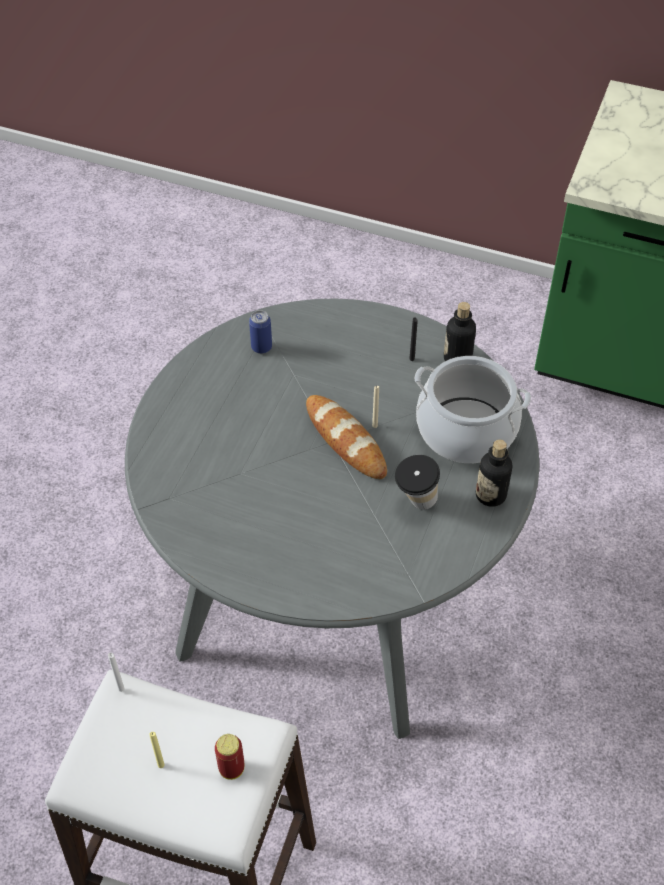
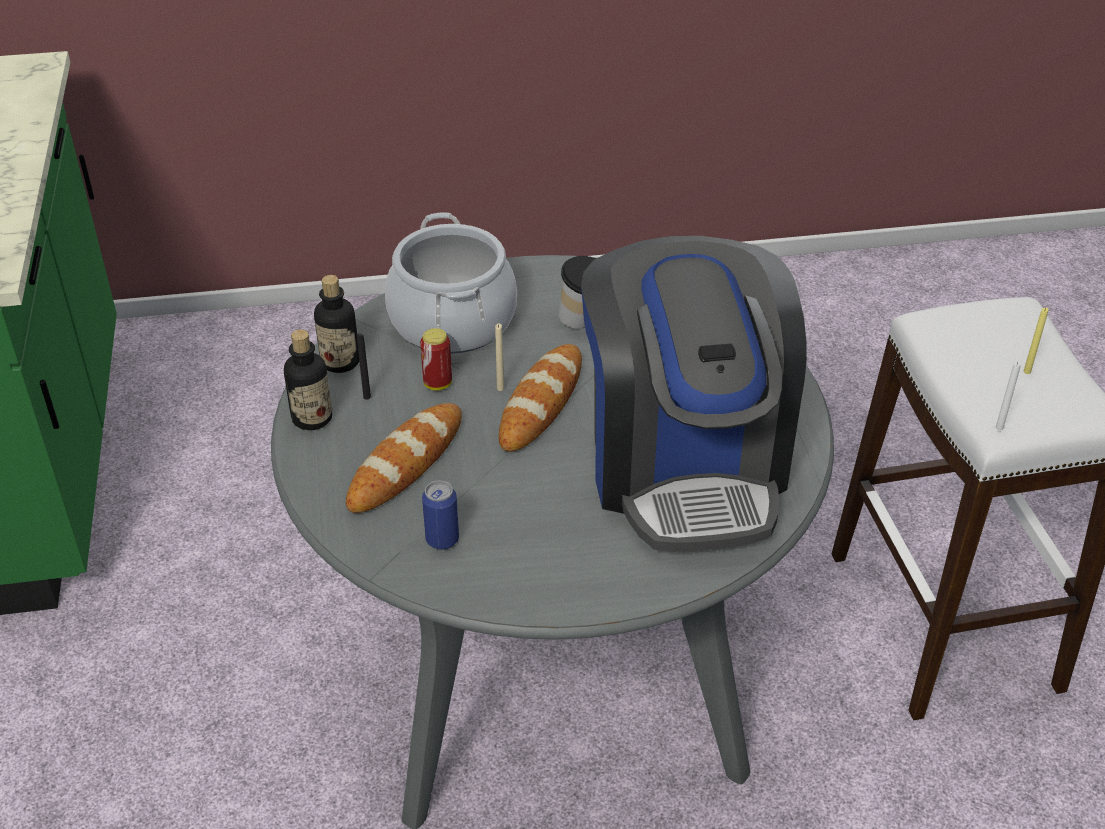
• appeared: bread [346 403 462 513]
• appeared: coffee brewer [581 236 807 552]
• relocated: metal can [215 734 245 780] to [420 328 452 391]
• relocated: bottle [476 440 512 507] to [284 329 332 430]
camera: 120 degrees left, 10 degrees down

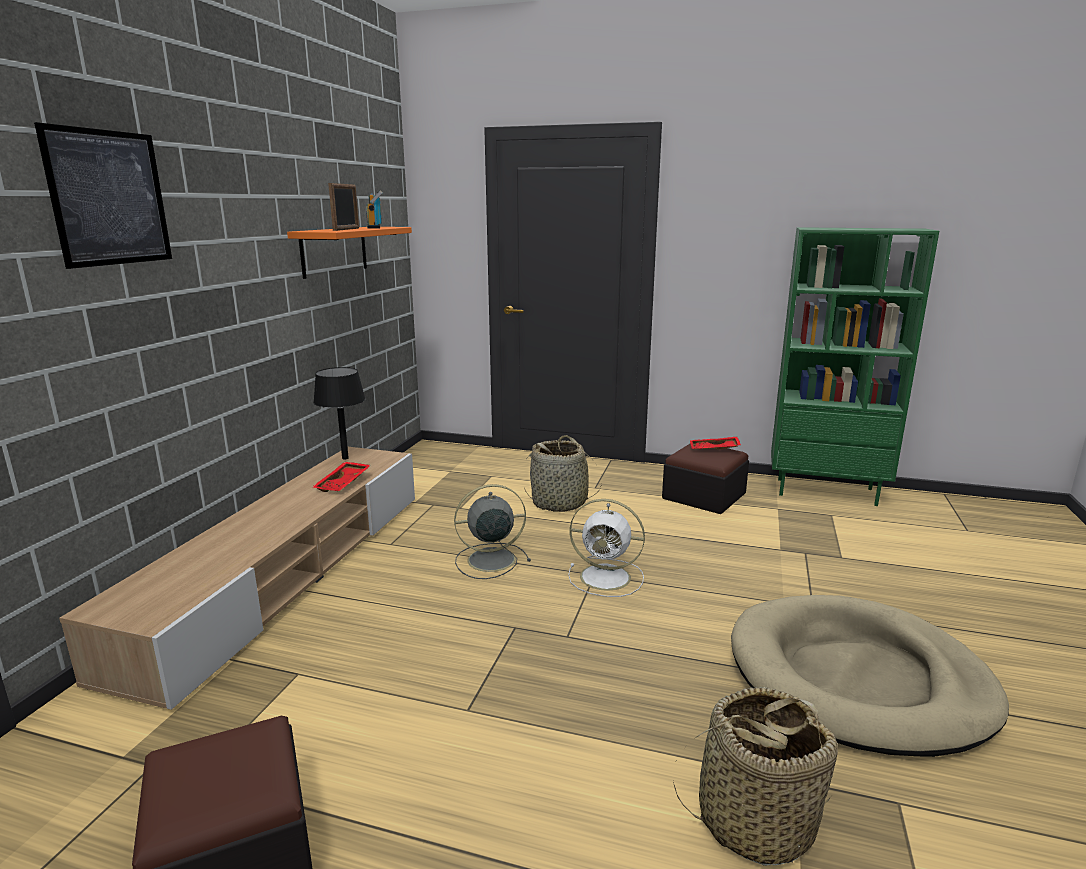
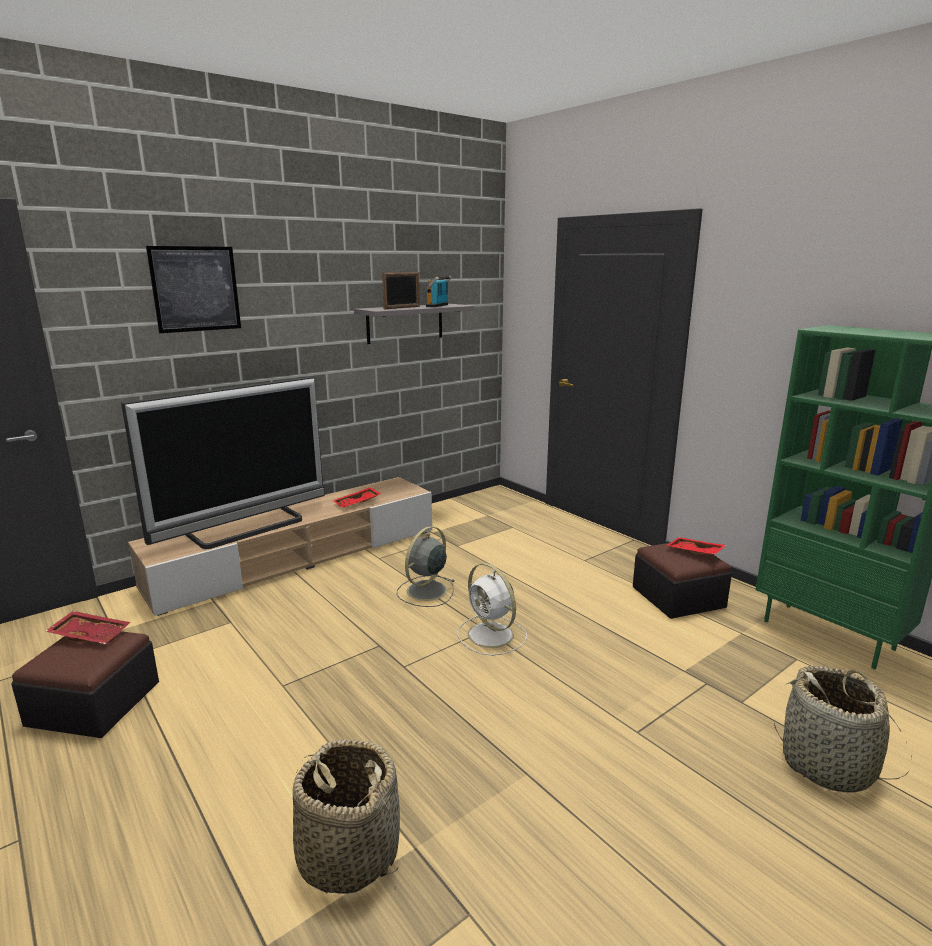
• missing: black tabletop lamp [313 367 366 460]
• missing: beige-coloured dog bed [731 595 1009 757]
• appeared: red tray [45 611 130 644]
• appeared: TV [121 377 325 549]
• relocated: basket [524 435 602 512] to [774 666 912 793]
• colour: orangey wall shelf [287 227 412 279] to grey wall shelf [354 304 474 344]
• spun: grey electric fan [454 484 531 579] = [397 526 454 607] 75 degrees counterclockwise
camera: 35 degrees right, 0 degrees up

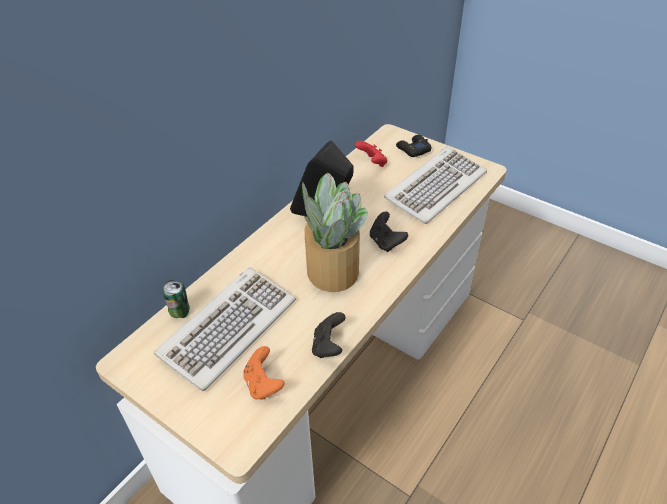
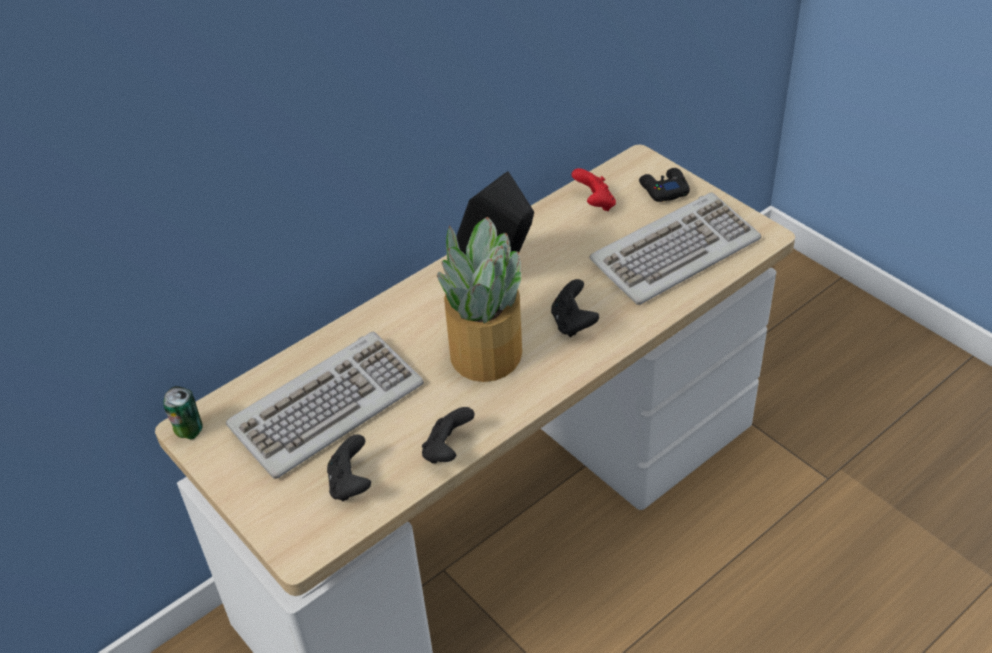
• relocated: metal can [163 280 190 318] to [163 386 203 439]
• colour: orangey joypad [243 346 285 400] to black joypad [327 434 371 501]
camera: 15 degrees right, 0 degrees up

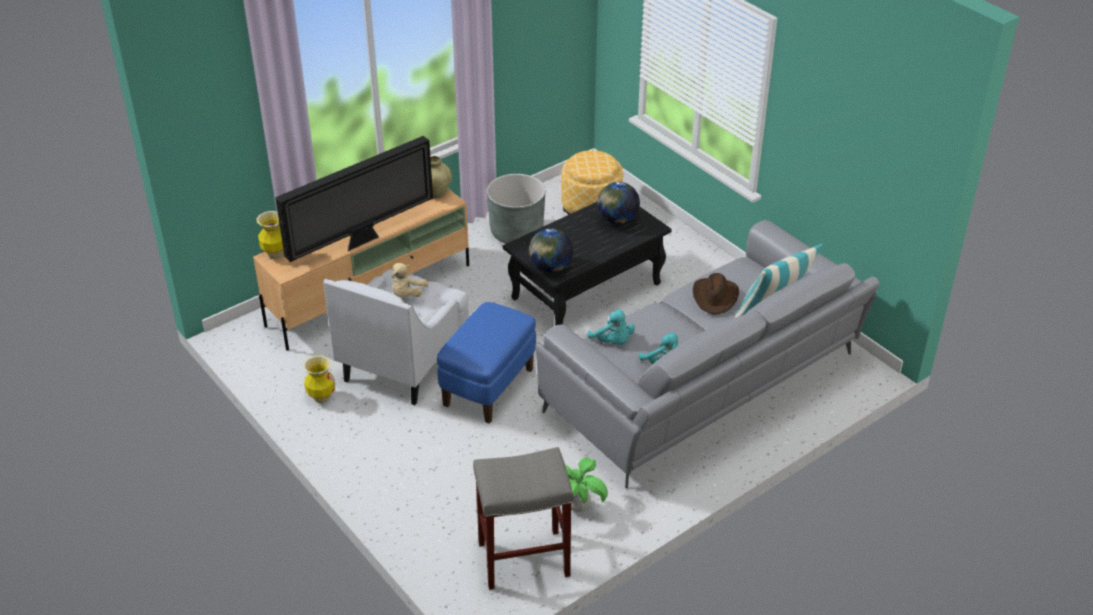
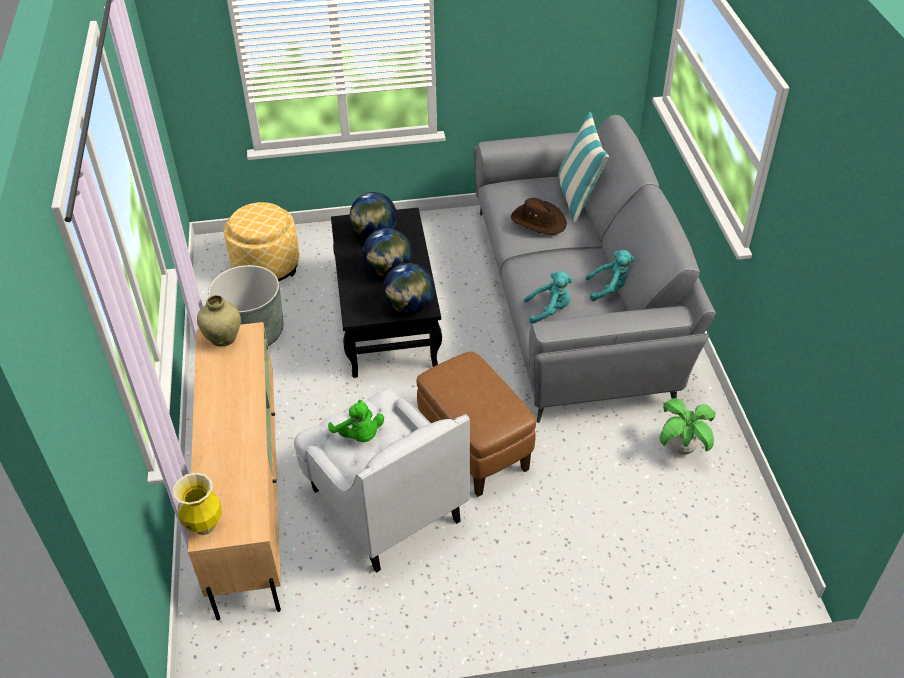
• missing: TV [275 136 433 262]
• missing: decorative vase [303 356 335 403]
• missing: grey stool [473 447 573 590]
• appeared: globe [362 228 412 277]
• colour: beige-coloured cuddly toy [391 263 429 298] to green cuddly toy [328 400 384 442]
• colour: bluish footrest [437 302 536 424] to brown footrest [416 351 536 497]
camera: 60 degrees left, 5 degrees up

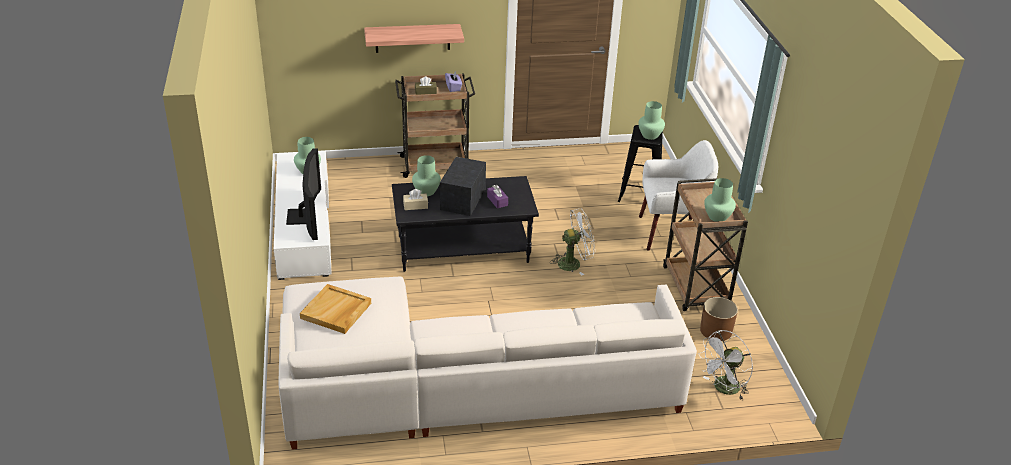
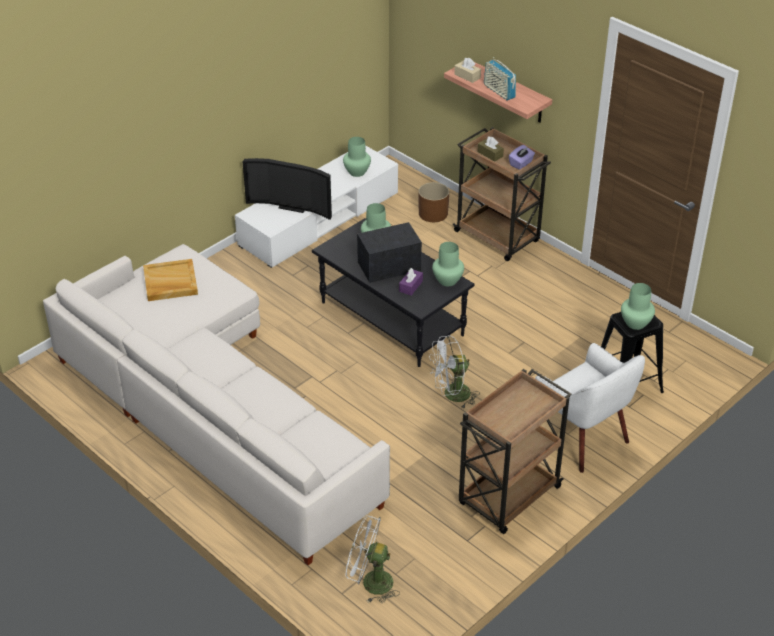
• appeared: radio receiver [484 57 516 101]
• relocated: beige-coloured box of tissues [403 189 428 210] to [454 58 481 83]
• relocated: brown planter [700 297 738 341] to [418 182 449 222]
• relocated: green decorative vase [704 178 736 222] to [432 242 464 286]
• spun: TV [286 148 321 240] = [242 158 332 220] 60 degrees clockwise
• spun: whitish electric fan [550 208 596 275] = [429 335 480 409] 120 degrees clockwise
camera: 55 degrees right, 5 degrees up

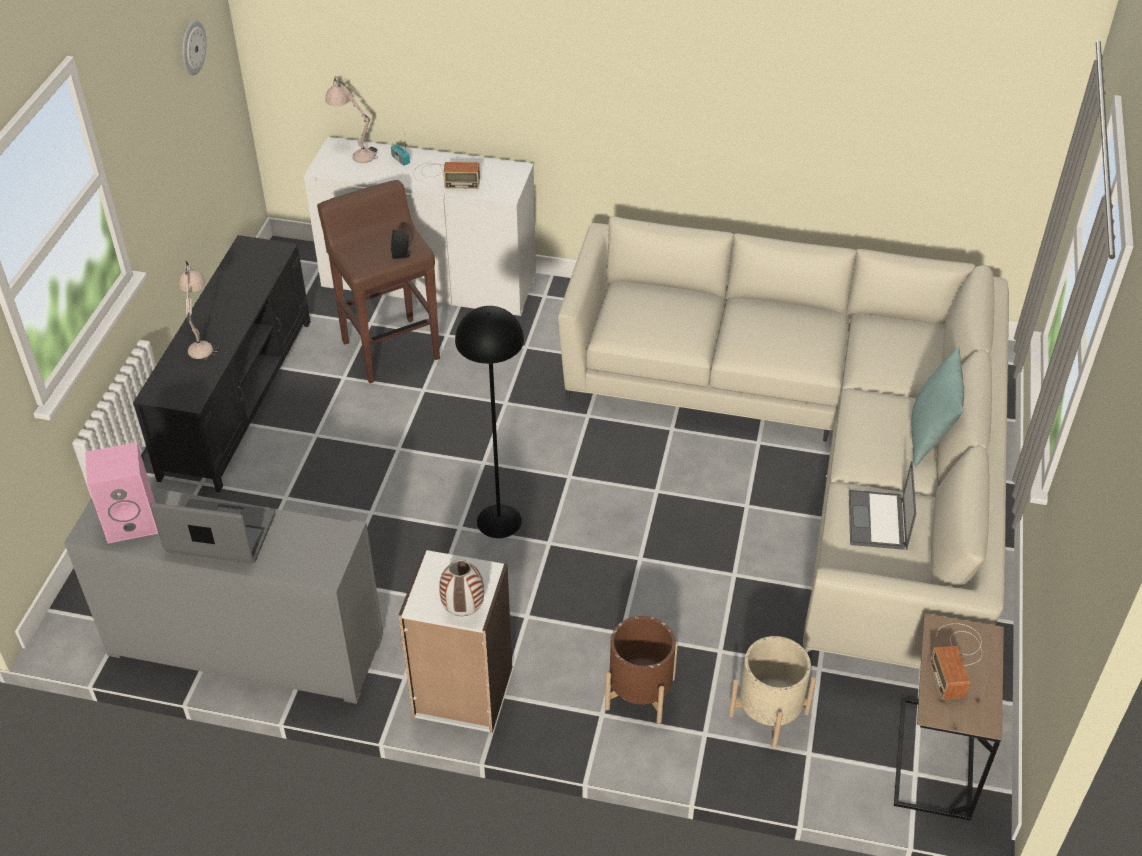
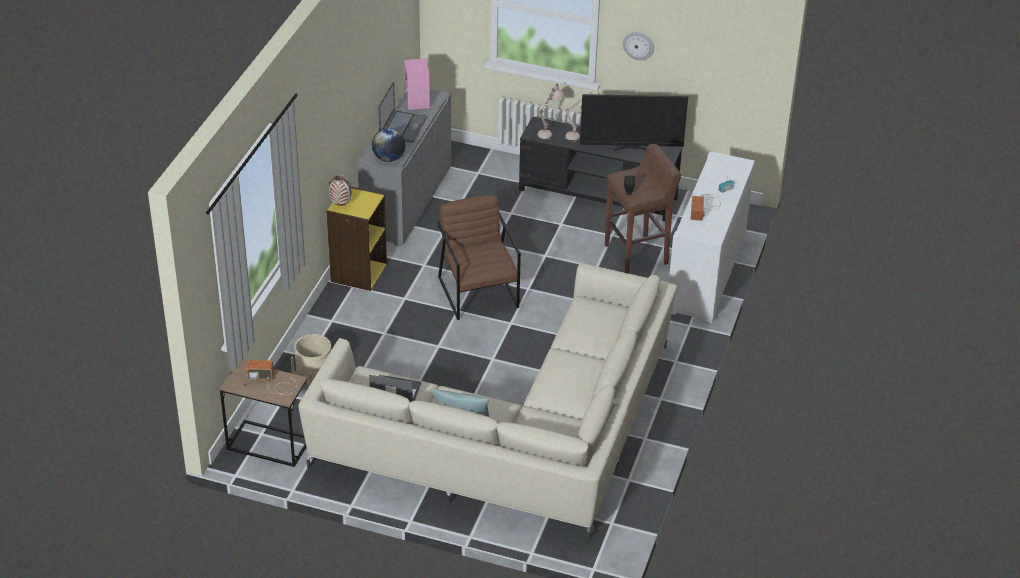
• missing: brown planter [605 616 678 724]
• appeared: globe [372 128 406 162]
• appeared: TV [580 94 688 151]
• relocated: clock on the wall [182 20 207 75] to [622 32 654 60]
• relocated: beige-coloured tabletop lamp [325 76 378 163] to [537 84 565 140]
• exchanged: black standard lamp [455 306 524 538] to brown lounge chair [437 195 521 320]
• colour: whitish bookcase [398 549 512 733] to yellow bookcase [326 187 387 291]
camera: 95 degrees right, 5 degrees down

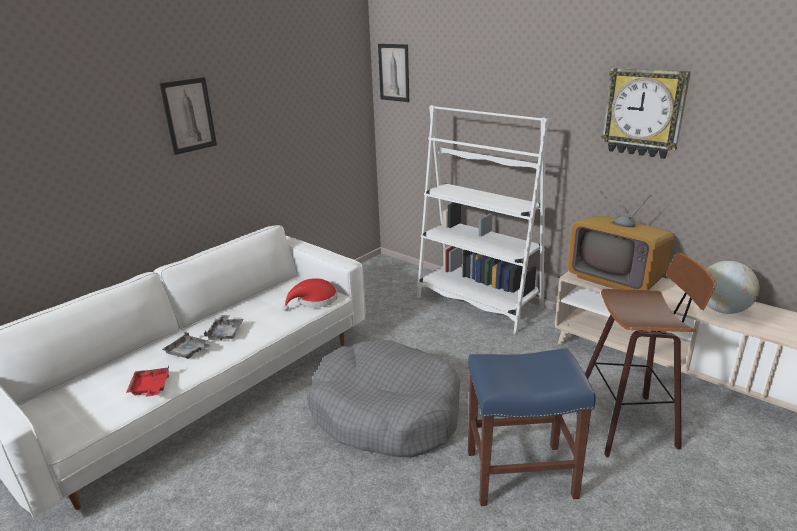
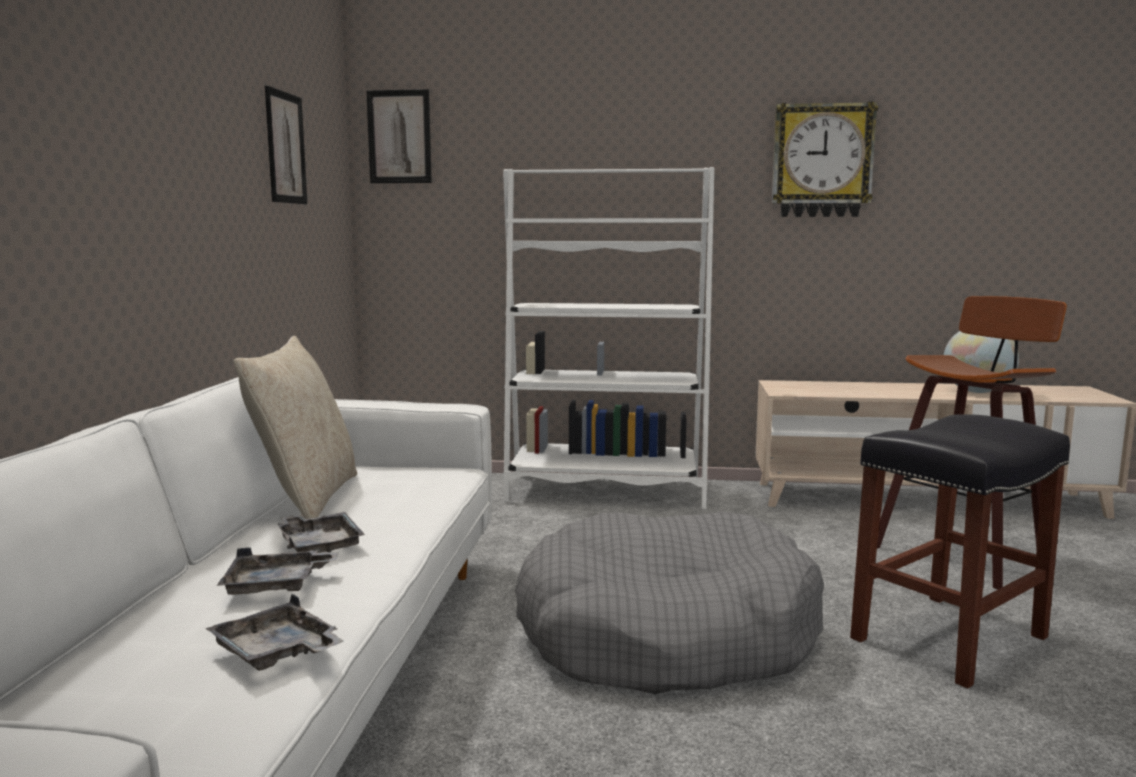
• missing: red wearable hat [283 278 337 311]
• missing: TV [567 190 674 290]
• appeared: beige-coloured pillow [234 336 357 520]
• relocated: wall art [159 77 217 155] to [265 86 307 204]
• colour: red tray [126 366 169 396] to grey tray [206 594 343 671]
• colour: bluish stool [468 348 596 506] to black stool [850 414 1070 689]
camera: 35 degrees left, 15 degrees down

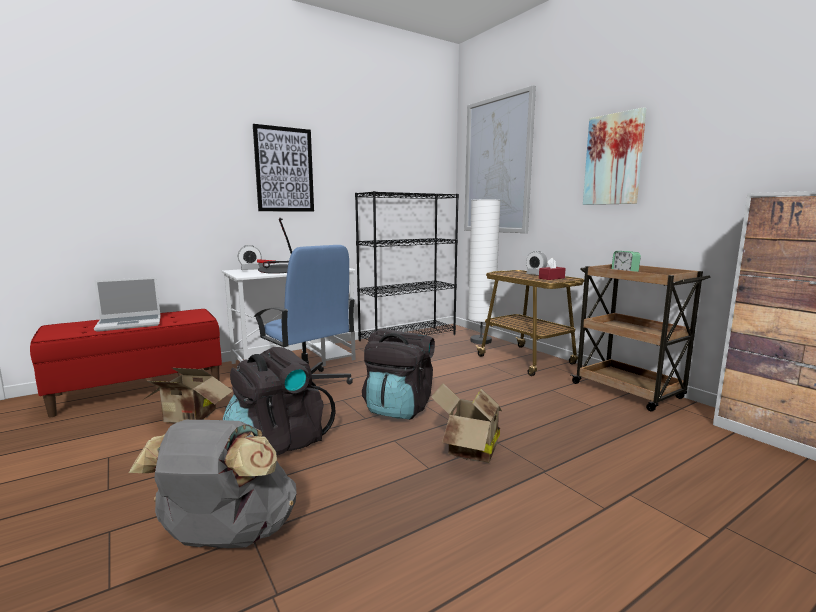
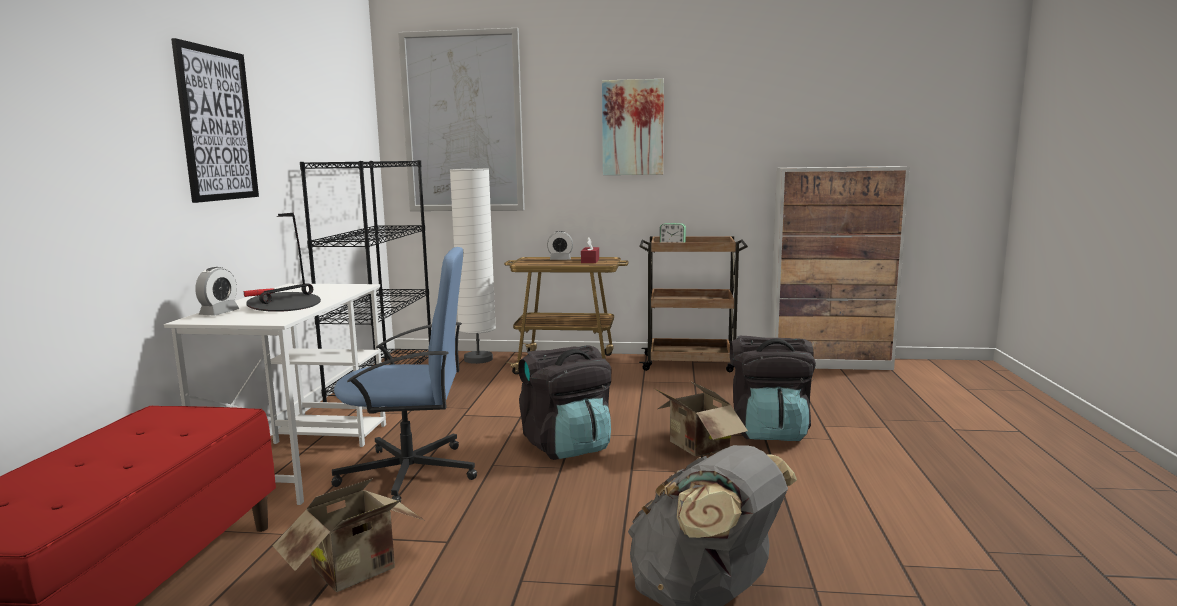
• missing: portable computer [94 277 161 332]
• relocated: black rucksack [223 347 336 455] to [730 336 816 441]
camera: 50 degrees left, 0 degrees up

